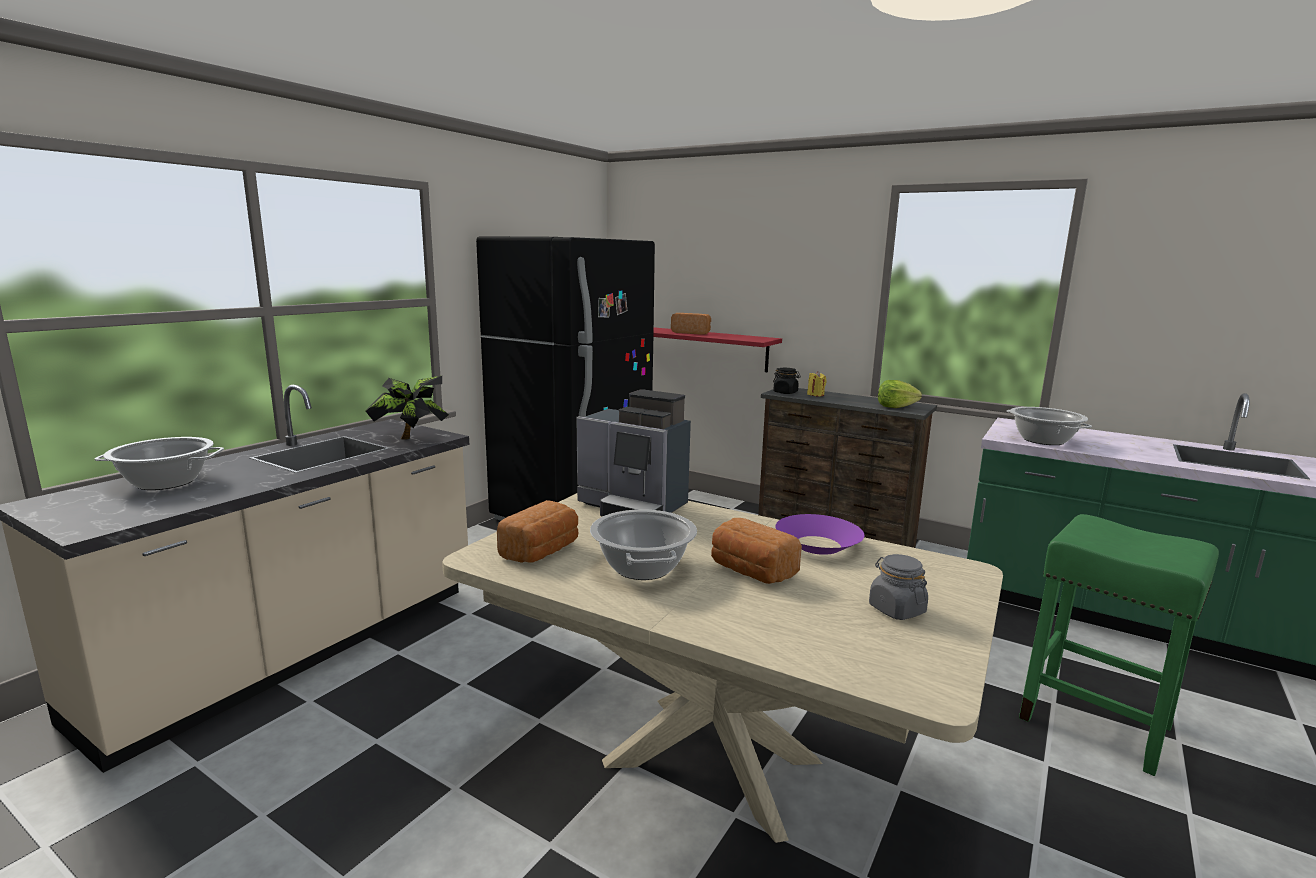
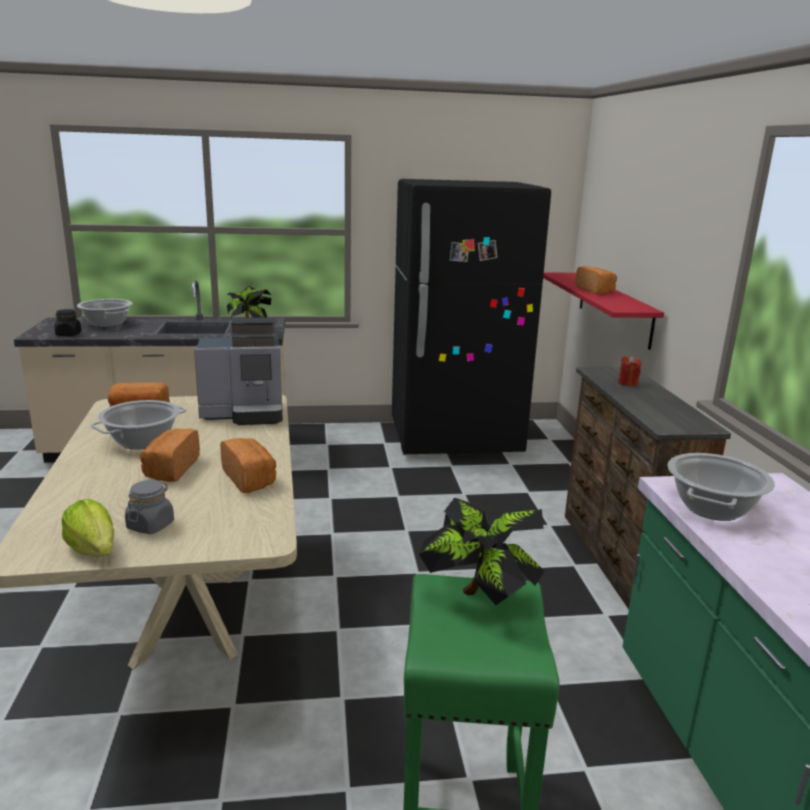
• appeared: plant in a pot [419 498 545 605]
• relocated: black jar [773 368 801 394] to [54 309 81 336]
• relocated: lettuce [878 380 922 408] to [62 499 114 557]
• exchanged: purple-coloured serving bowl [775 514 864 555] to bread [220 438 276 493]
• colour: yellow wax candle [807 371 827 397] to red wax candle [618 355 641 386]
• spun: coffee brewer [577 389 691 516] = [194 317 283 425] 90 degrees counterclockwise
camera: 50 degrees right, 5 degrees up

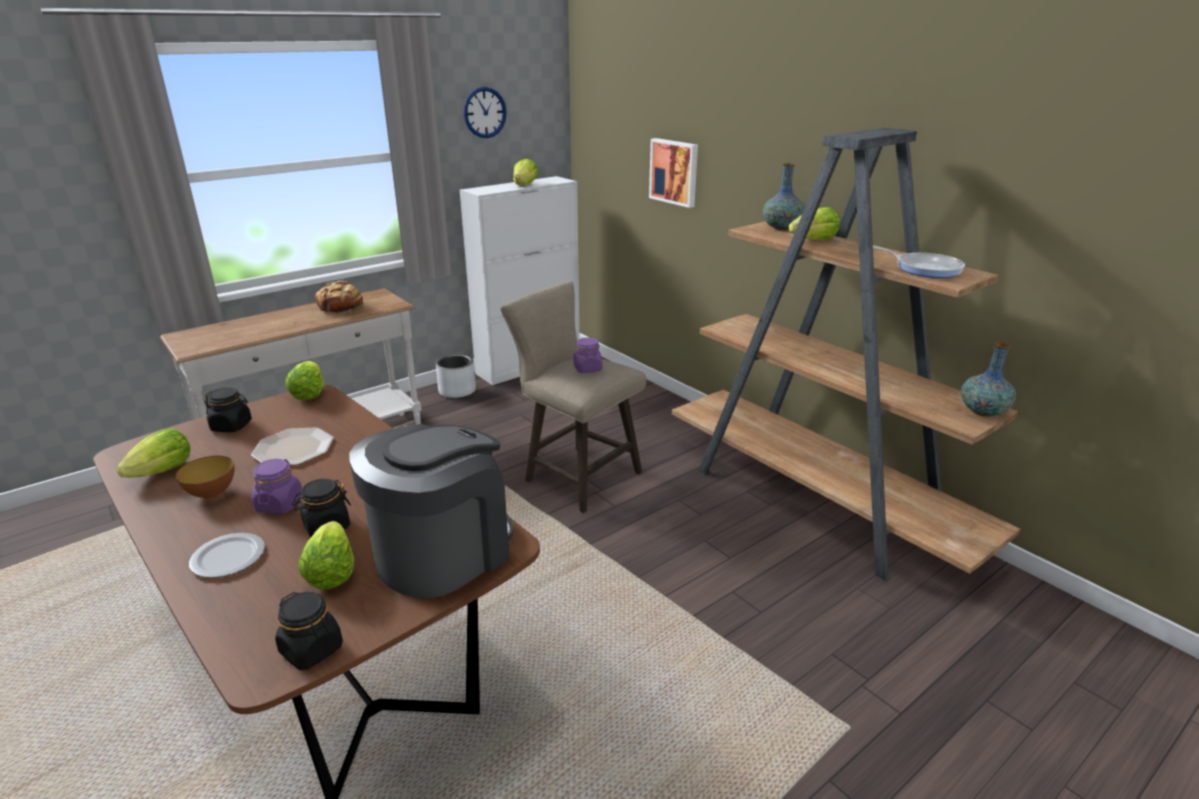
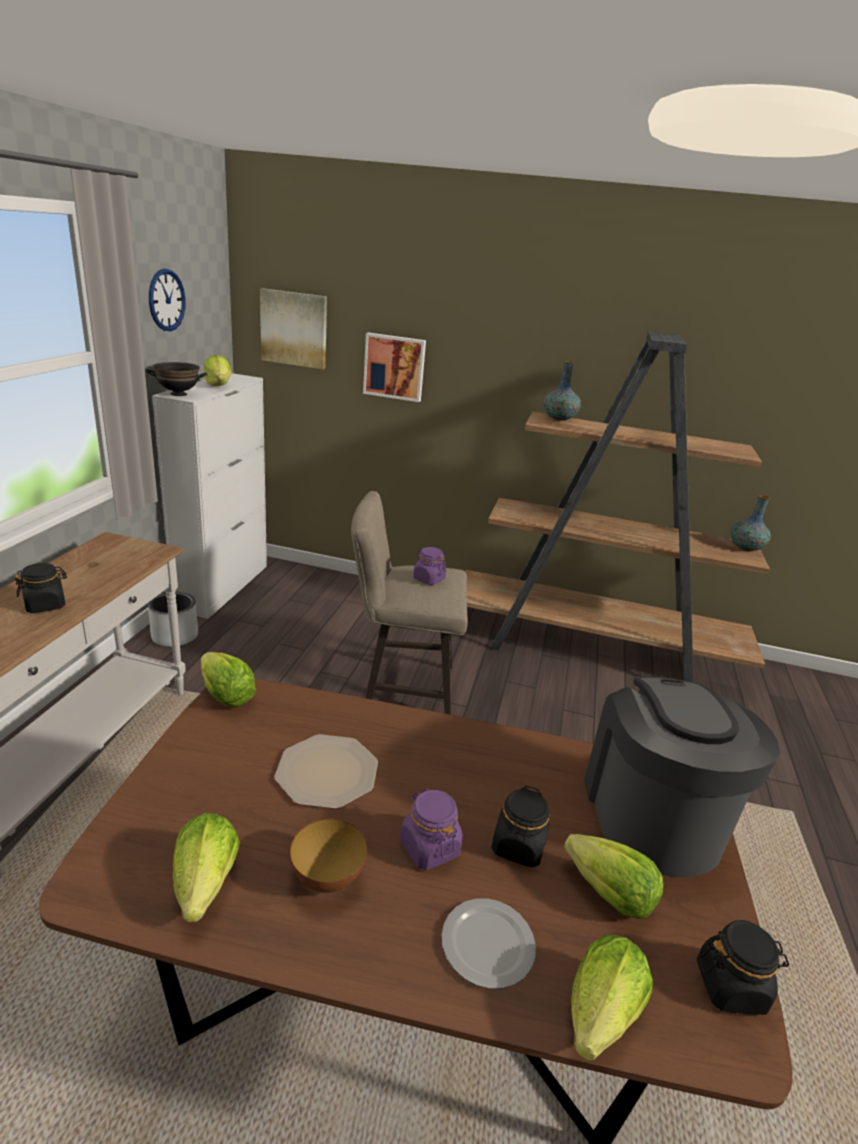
• missing: bread [315 281 365 313]
• missing: skillet [873 246 965 278]
• appeared: black serving bowl [146 362 207 396]
• appeared: wall art [260 288 327 369]
• relocated: black jar [205 387 252 432] to [15 563 67 613]
• relocated: lettuce [789 207 840 240] to [571 934 653 1060]
camera: 40 degrees left, 0 degrees up

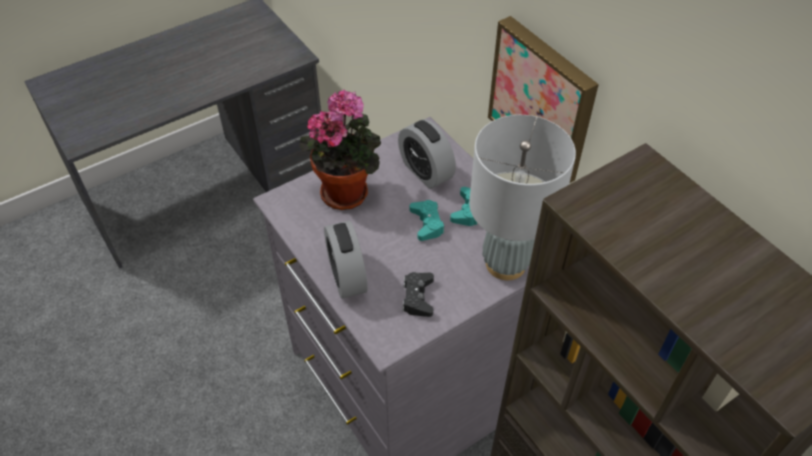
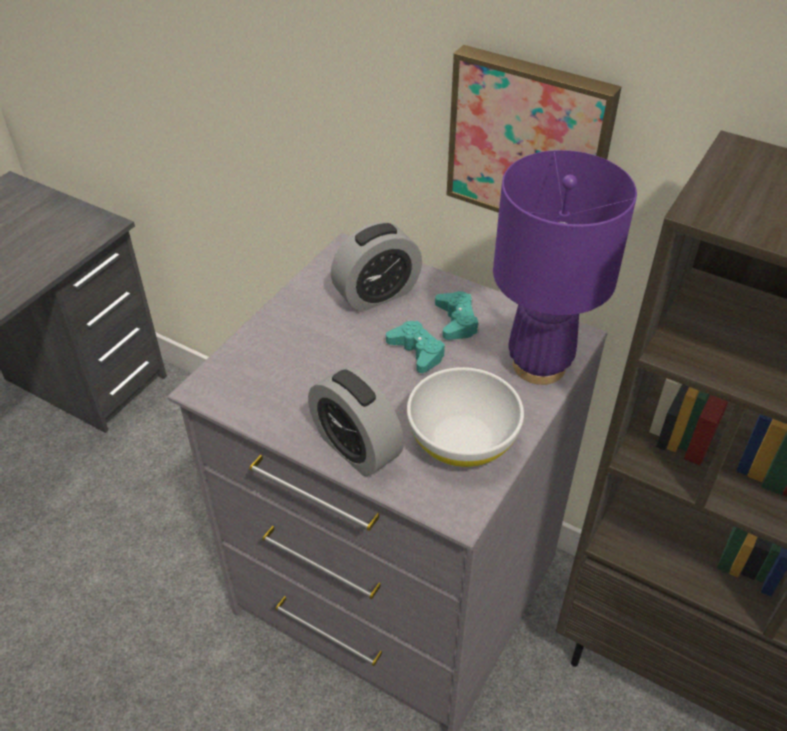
• missing: plant in a pot [299 89 382 210]
• exchanged: black joypad [402 272 434 317] to whitish serving bowl [407 367 524 467]
• colour: grey tabletop lamp [469 115 576 280] to purple-coloured tabletop lamp [493 150 637 385]
• spun: alarm clock [398 119 456 189] = [331 222 422 312] 60 degrees counterclockwise
camera: 25 degrees left, 5 degrees down

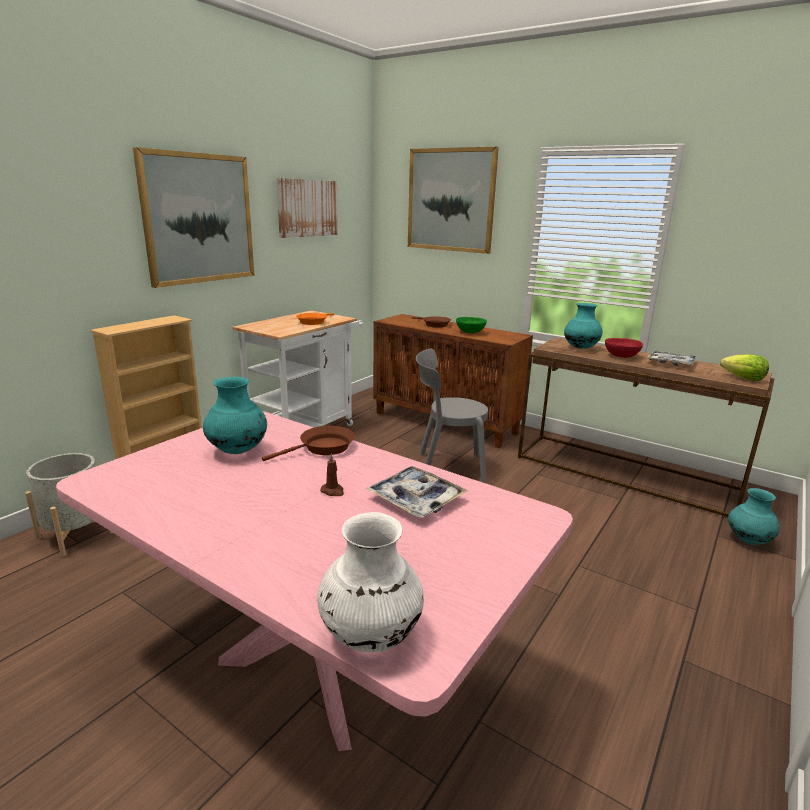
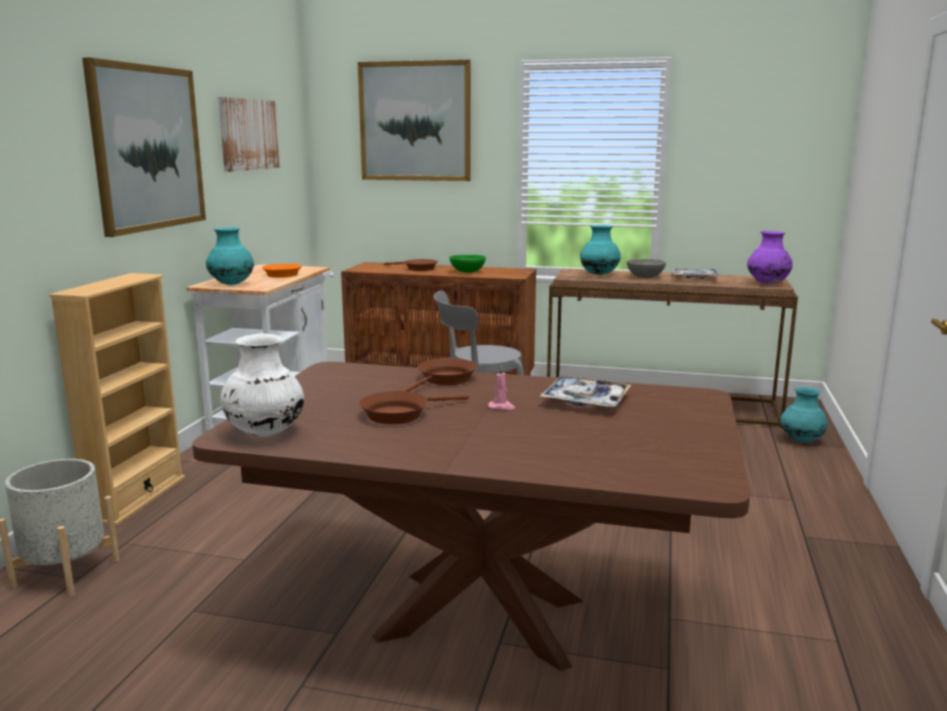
• appeared: brown skillet [359 391 469 424]
• relocated: blue-green decorative vase [203 377 267 454] to [206 228 254 285]
• relocated: whitish decorative vase [317 512 424 652] to [220 334 304 437]
• exchanged: lettuce [720 354 769 381] to purple-coloured decorative vase [747 231 793 284]
• colour: pink-coloured dinner table [56 411 573 751] to brown dinner table [192 362 750 671]
• colour: brown wax candle [320 453 344 496] to pink-coloured wax candle [488 365 515 410]
• colour: red serving bowl [605 338 643 358] to grey serving bowl [627 259 666 278]
camera: 20 degrees left, 5 degrees down

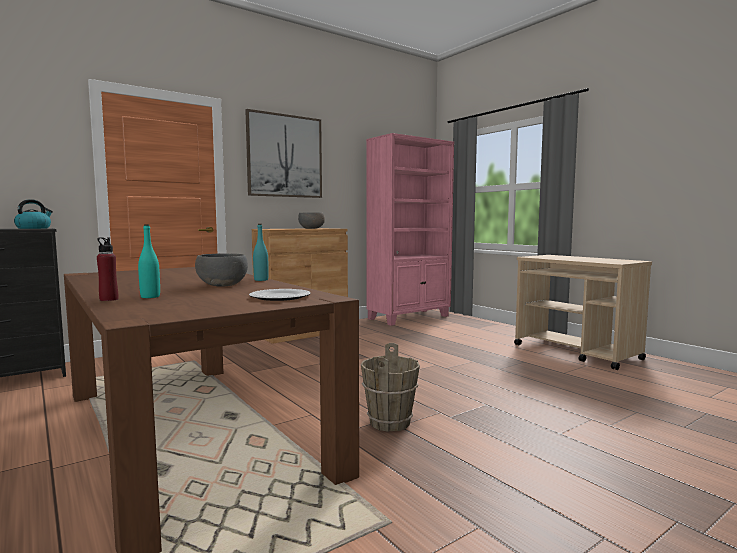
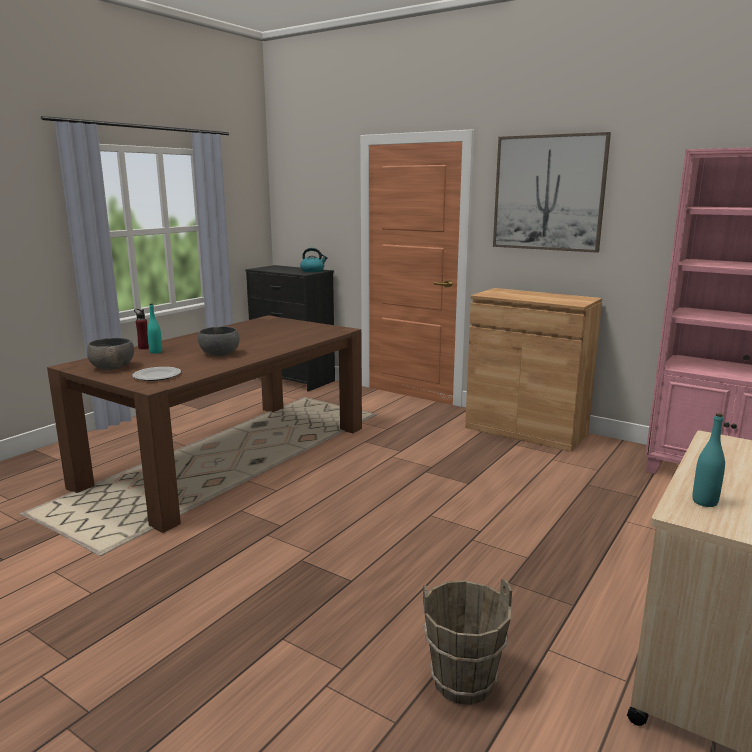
• relocated: blue-green bottle [253 224 269 281] to [693 413 725 507]
• relocated: grey serving bowl [298 212 325 229] to [87 338 134 370]
• relocated: brown bucket [361 343 420 432] to [423 579 512 705]
camera: 70 degrees right, 10 degrees up

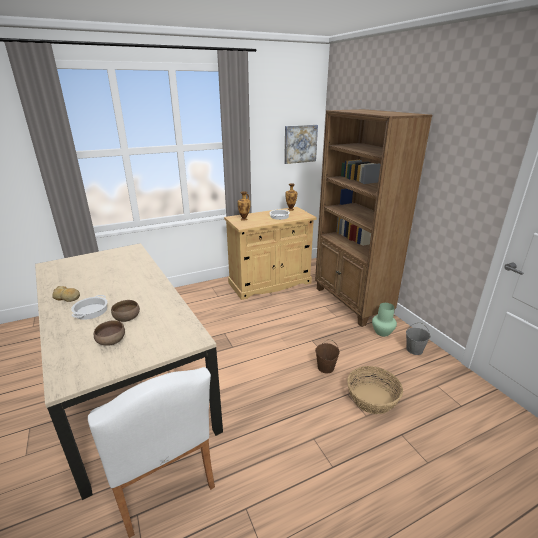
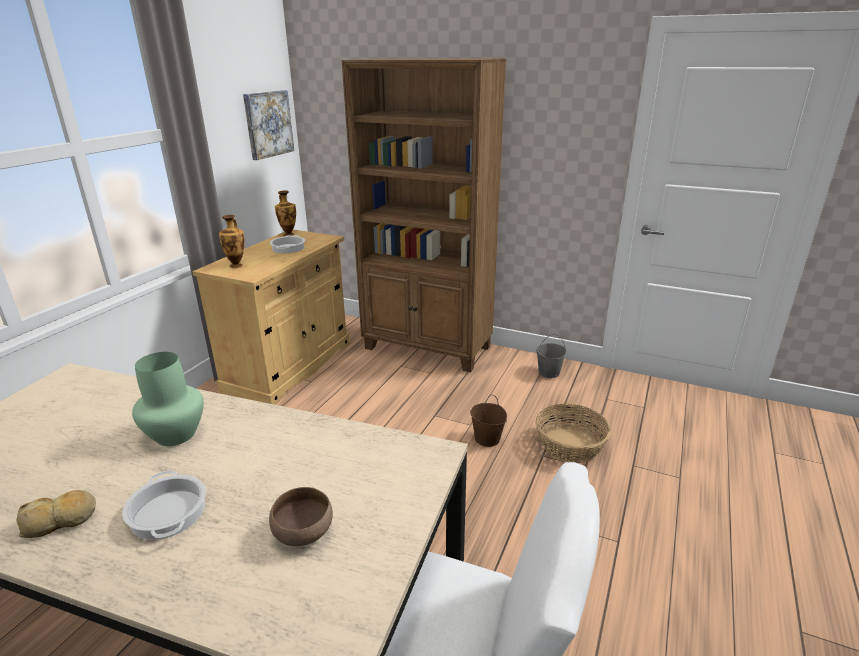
• missing: brown serving bowl [111 300 140 322]
• relocated: green decorative vase [372 303 397 337] to [132 352 204 446]
camera: 40 degrees left, 0 degrees up

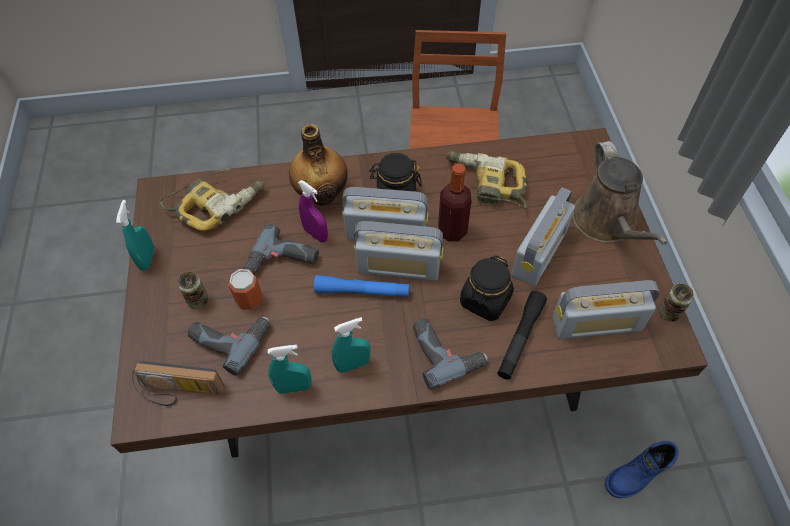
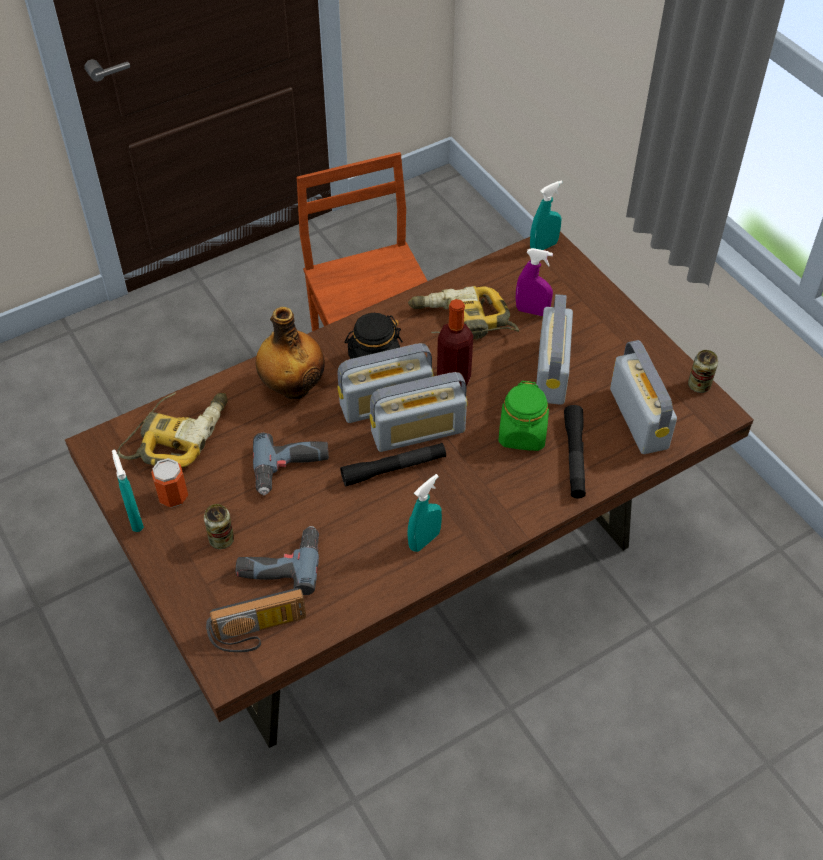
• missing: power drill [413 318 488 390]
• missing: brown watering can [572 141 667 245]
• missing: bluish boot [605 441 679 498]
• relocated: metal can [229 269 262 310] to [151 458 188 508]
• relocated: blue-green spray bottle [268 345 312 394] to [530 180 563 250]
• relocated: purple-coloured spray bottle [298 180 328 242] to [516 248 553 316]
• colour: bluish torch [314 275 409 297] to black torch [340 443 446 486]
• colour: black jar [460 255 514 321] to green jar [498 381 549 451]
• spun: radio receiver [553 280 660 339] = [610 340 677 454] 75 degrees counterclockwise
camera: 25 degrees left, 5 degrees down

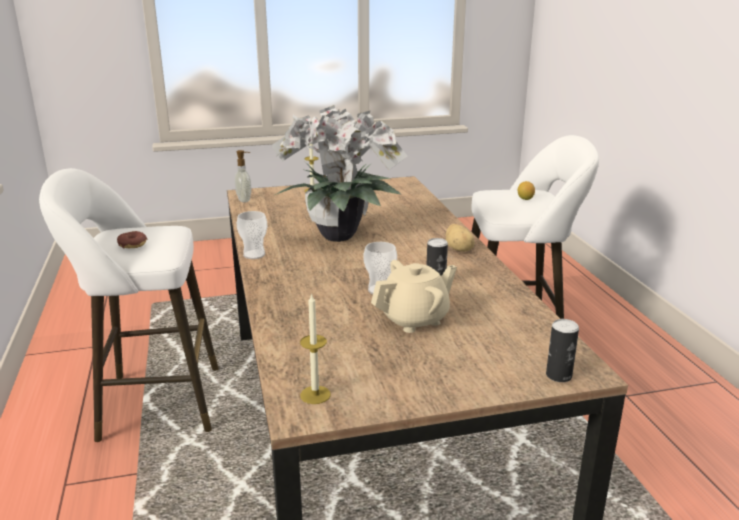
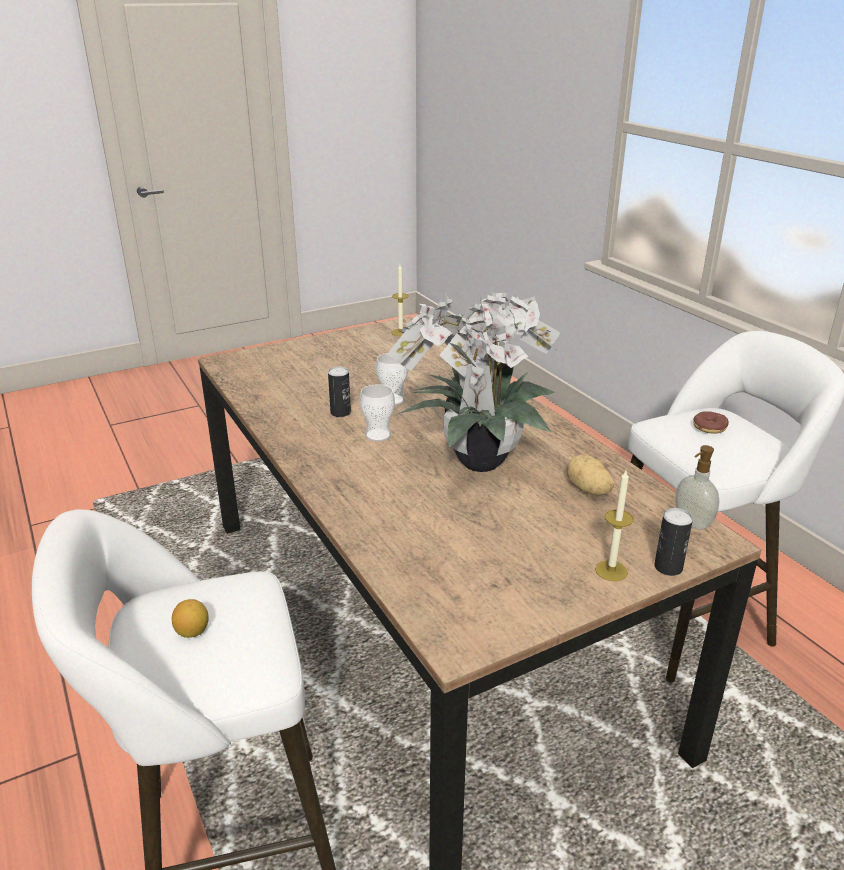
• missing: beige-coloured teapot [371 260 457 333]
• relocated: cup [237 211 267 259] to [359 384 395 442]
• relocated: potato [446 224 475 252] to [567 454 614 496]
• relocated: metal can [546 319 579 382] to [654 508 693 576]
camera: 165 degrees right, 5 degrees up

